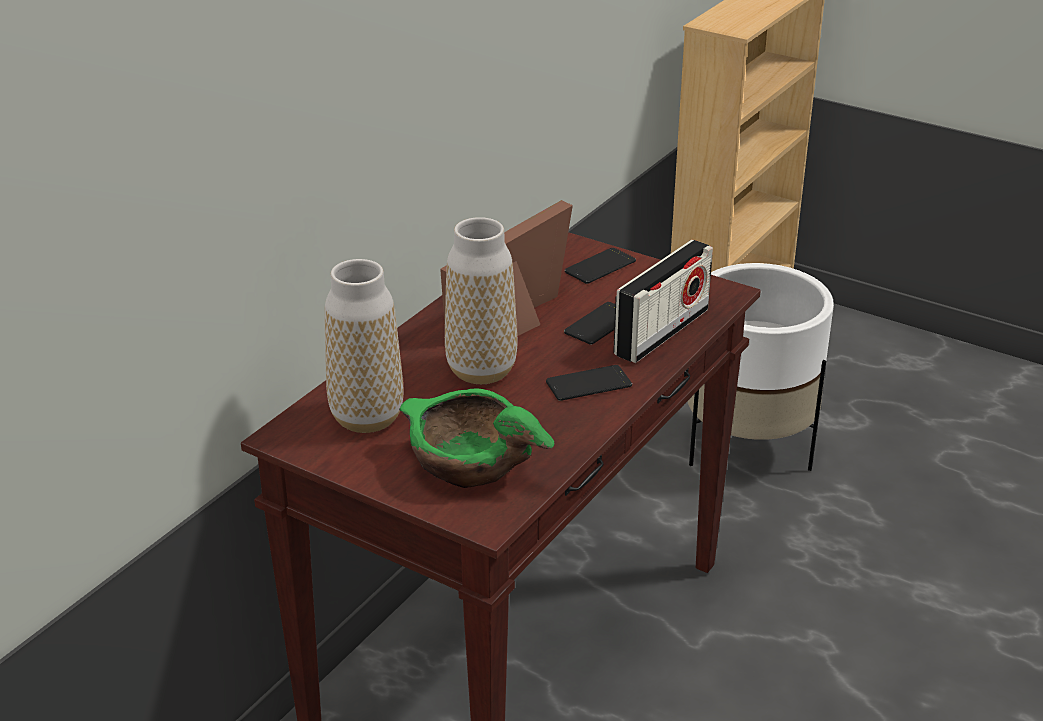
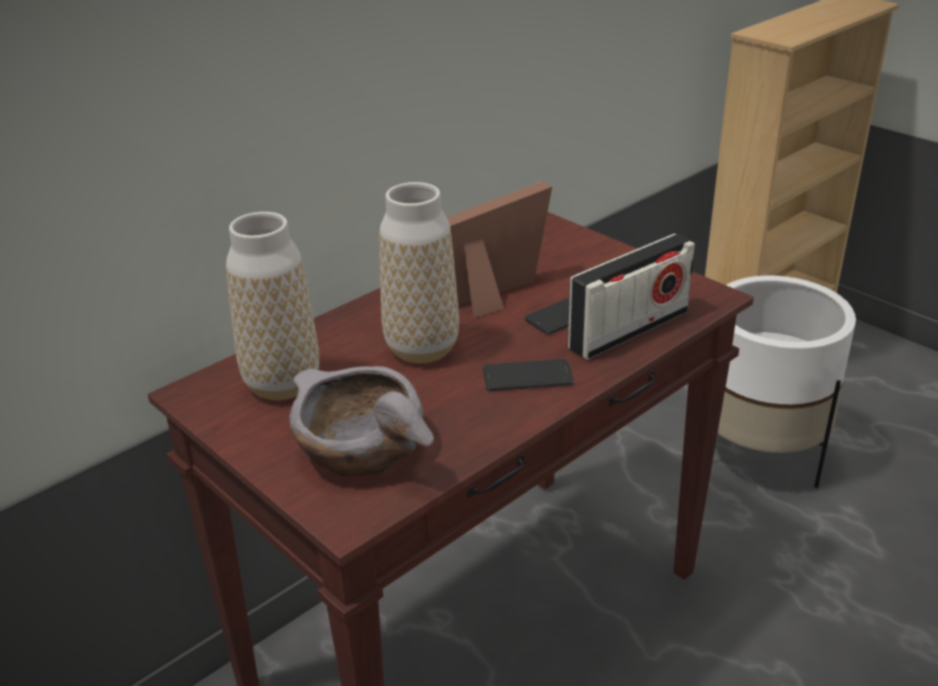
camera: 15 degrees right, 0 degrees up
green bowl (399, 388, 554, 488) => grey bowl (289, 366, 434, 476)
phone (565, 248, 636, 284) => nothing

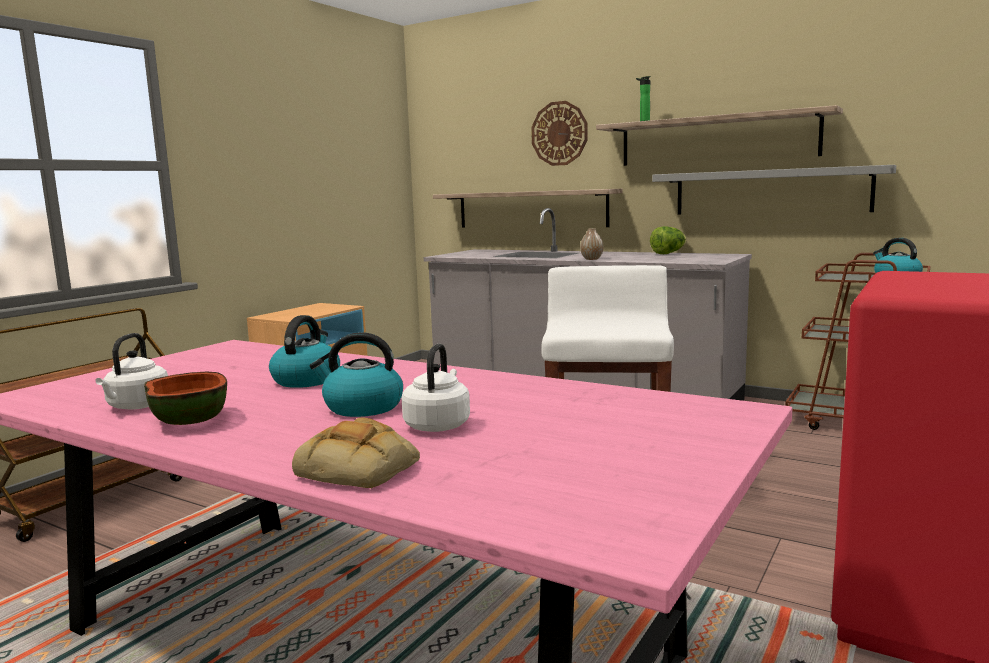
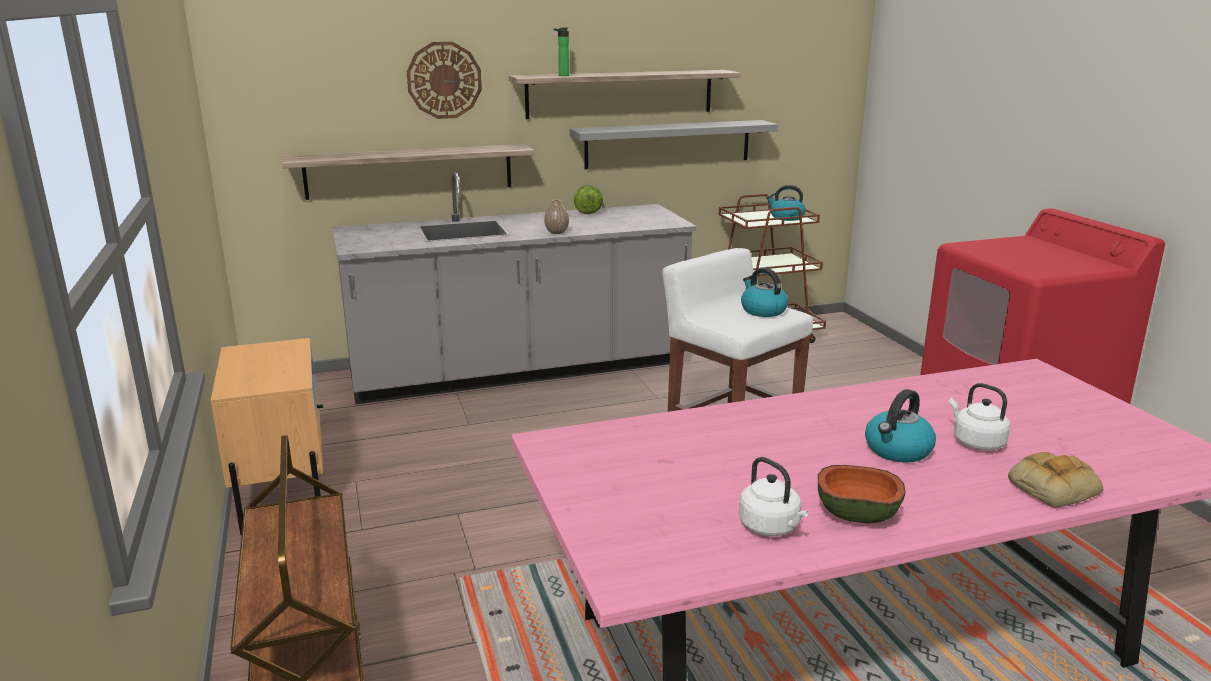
camera: 50 degrees left, 10 degrees up
kettle (269, 315, 340, 388) => kettle (741, 268, 788, 317), moved

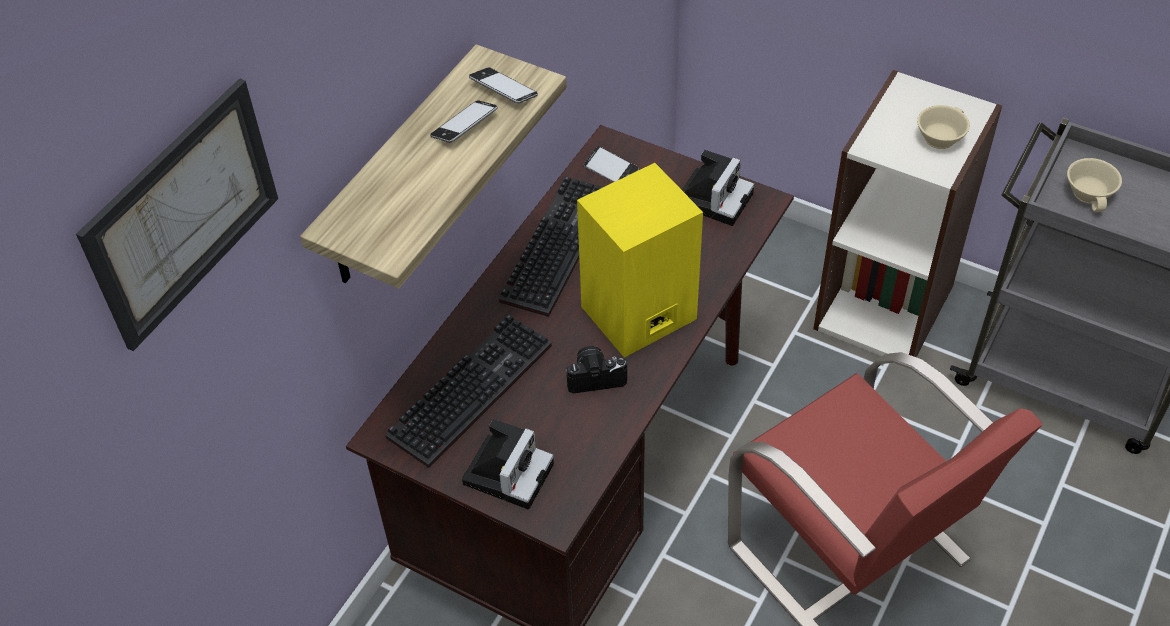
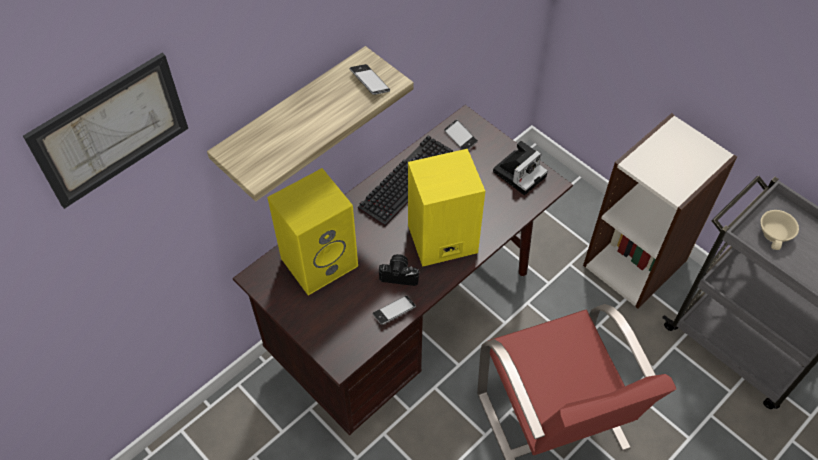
camera: 15 degrees right, 5 degrees up
keyboard (386, 314, 552, 468) => yellow speaker (267, 168, 358, 295)
phone (430, 100, 498, 143) => phone (373, 296, 416, 325), moved
photo camera (462, 419, 554, 509) => nothing
beige cup (917, 105, 970, 149) => nothing

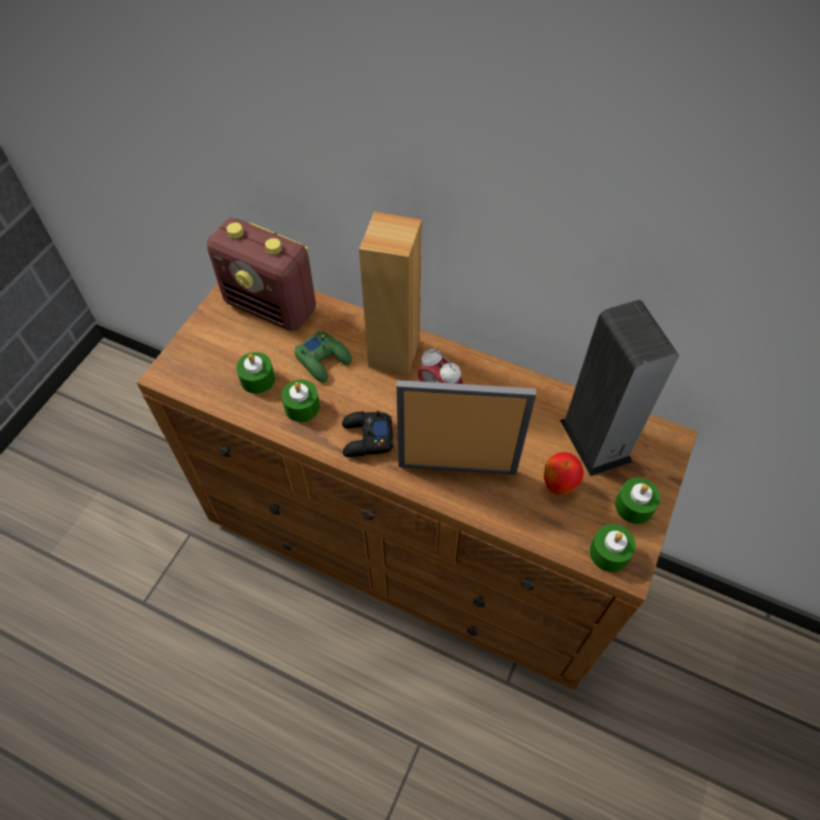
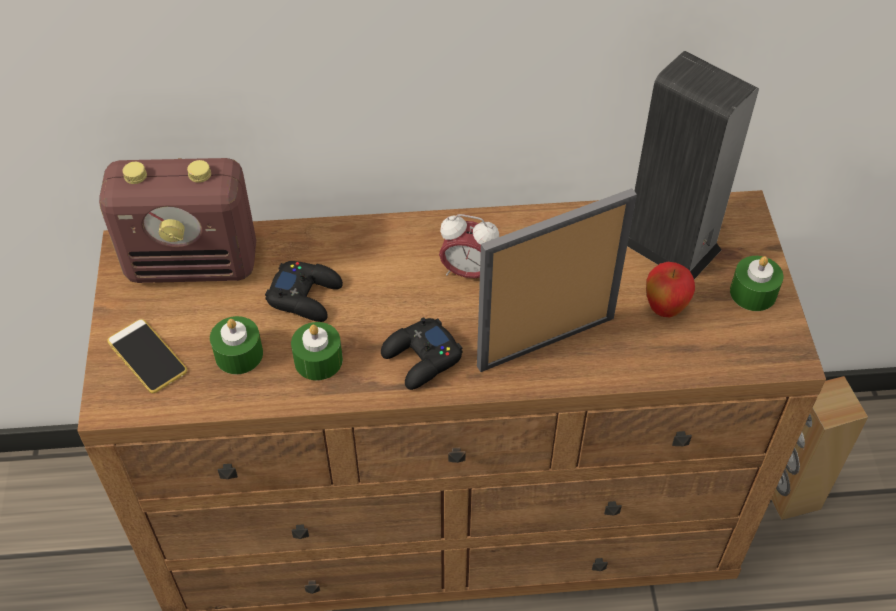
camera: 30 degrees left, 5 degrees down
nothing => phone (107, 319, 187, 393)
green game controller (295, 331, 352, 383) => black game controller (265, 261, 343, 322)
brown speaker (359, 211, 422, 376) => brown speaker (771, 376, 868, 520), moved
green candle (589, 524, 636, 572) => nothing

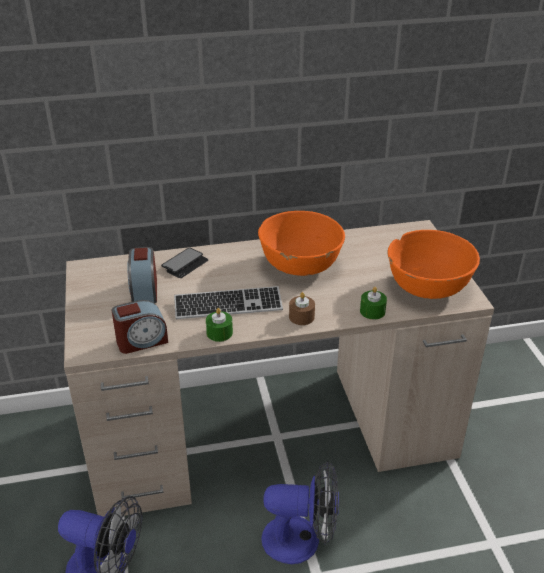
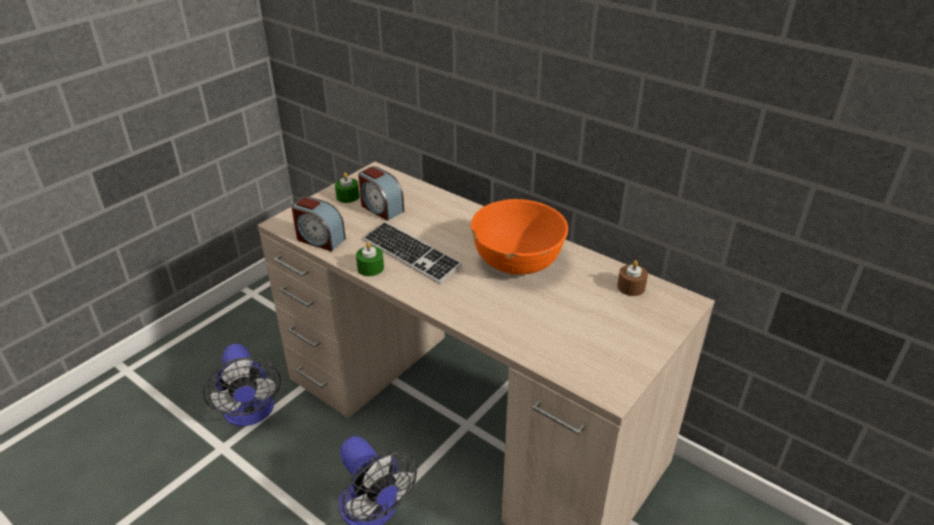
camera: 50 degrees right, 0 degrees up
green candle (360, 287, 387, 319) => green candle (335, 172, 360, 203), moved
alarm clock (127, 247, 157, 303) => alarm clock (358, 166, 404, 221), 90 degrees counterclockwise
brown candle (289, 292, 315, 325) => brown candle (617, 260, 648, 296), moved
phone (161, 248, 208, 278) => nothing
orange bowl (388, 230, 480, 299) => nothing

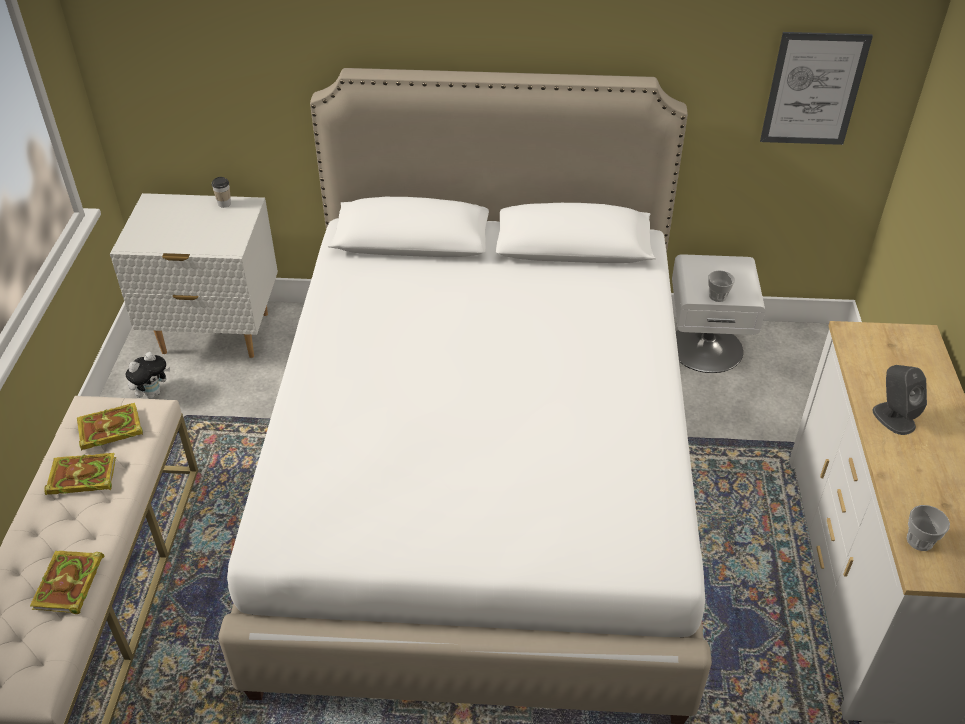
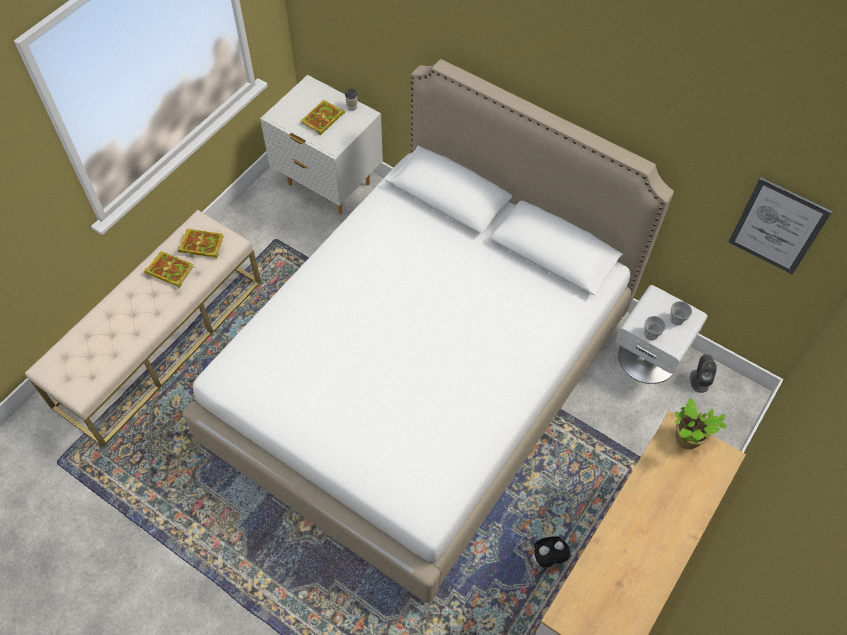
camera: 30 degrees right, 15 degrees up
book (30, 551, 104, 614) => book (301, 100, 345, 135), moved
plush toy (126, 352, 170, 399) => plush toy (532, 536, 570, 568), moved
cup (907, 505, 950, 551) => cup (670, 301, 692, 325), moved
nothing => potted plant (675, 398, 727, 449)
grey speaker (873, 365, 927, 435) => grey speaker (690, 354, 717, 393), moved

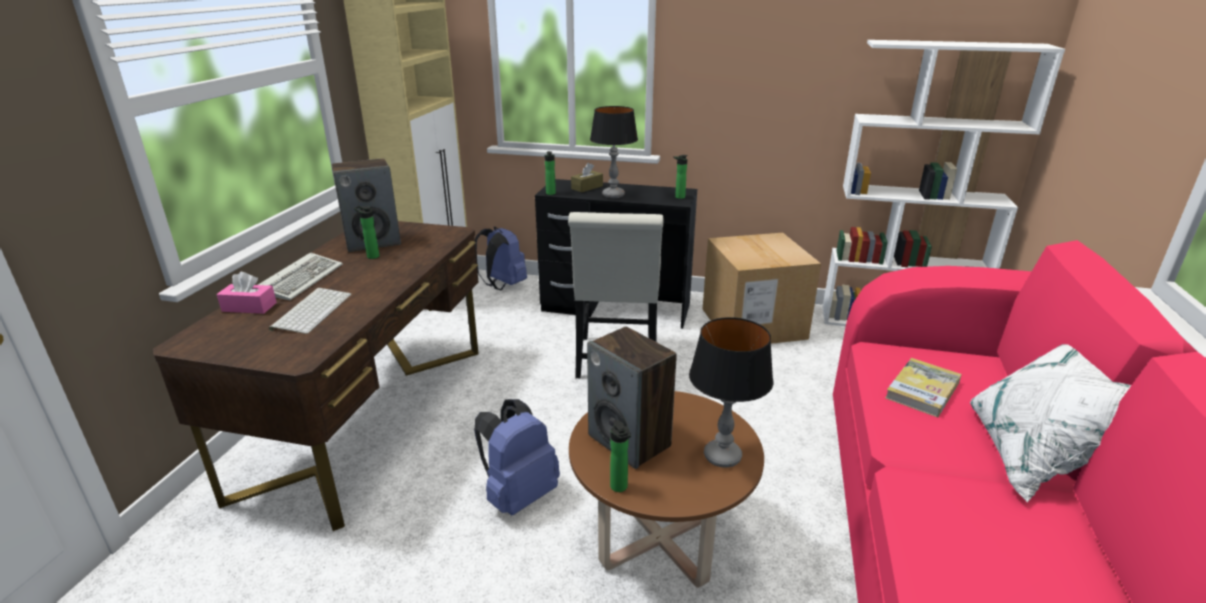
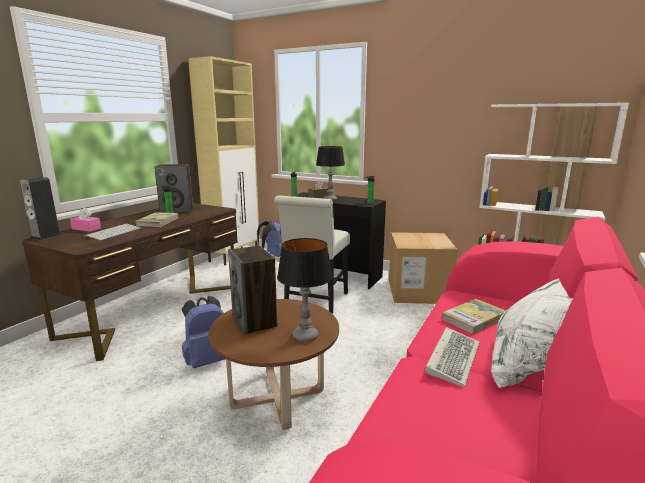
camera: 15 degrees right, 10 degrees down
nothing => speaker (20, 177, 62, 240)
nothing => book (136, 212, 178, 227)
keyboard (258, 252, 343, 300) => keyboard (425, 327, 480, 387), moved
bottle (610, 420, 631, 492) => nothing

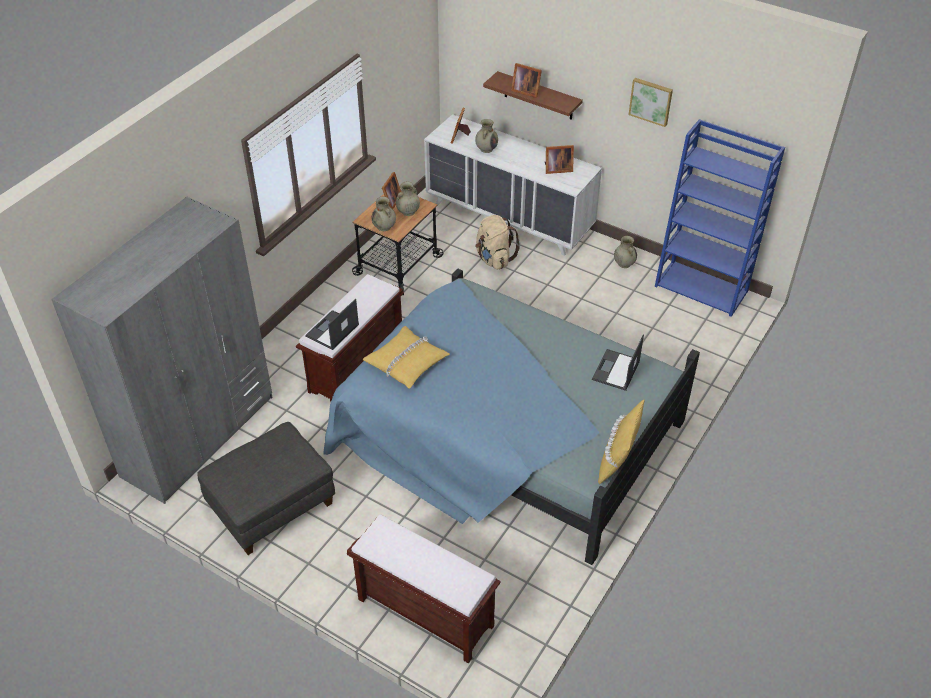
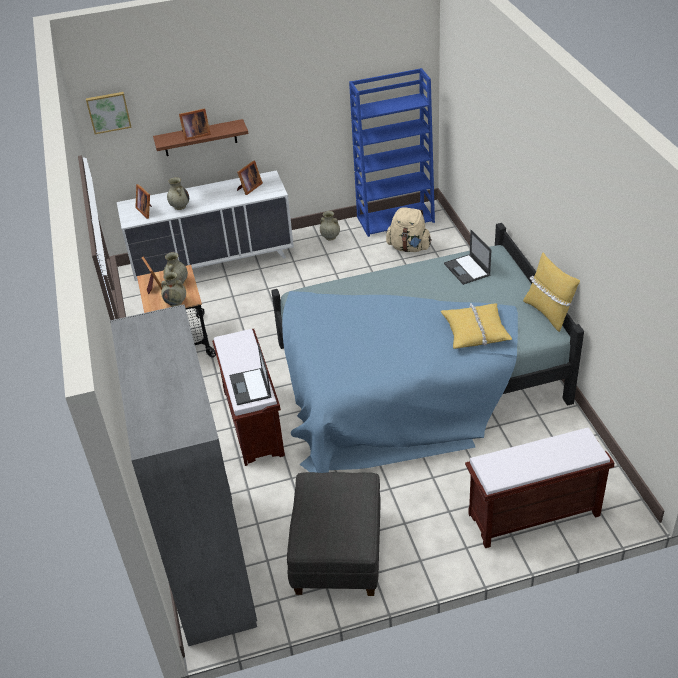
camera: 45 degrees left, 5 degrees down
picture (629, 78, 673, 127) => picture (86, 92, 132, 134), moved
beige backpack (475, 215, 520, 270) => beige backpack (386, 207, 432, 252), moved
yellow pillow (362, 326, 450, 389) => yellow pillow (441, 303, 512, 349), moved

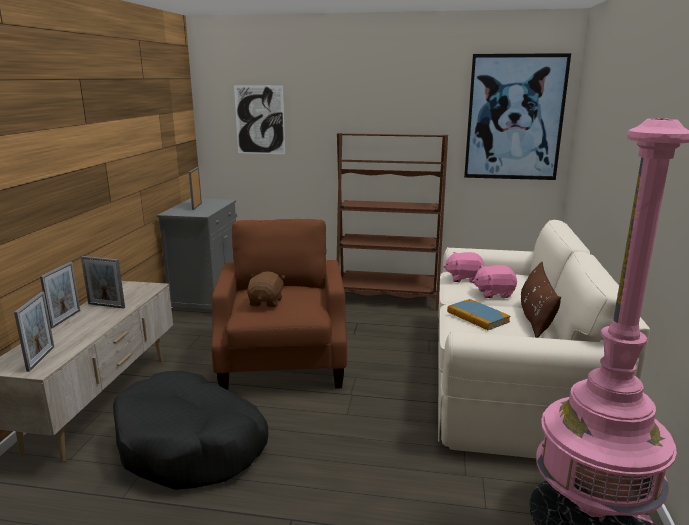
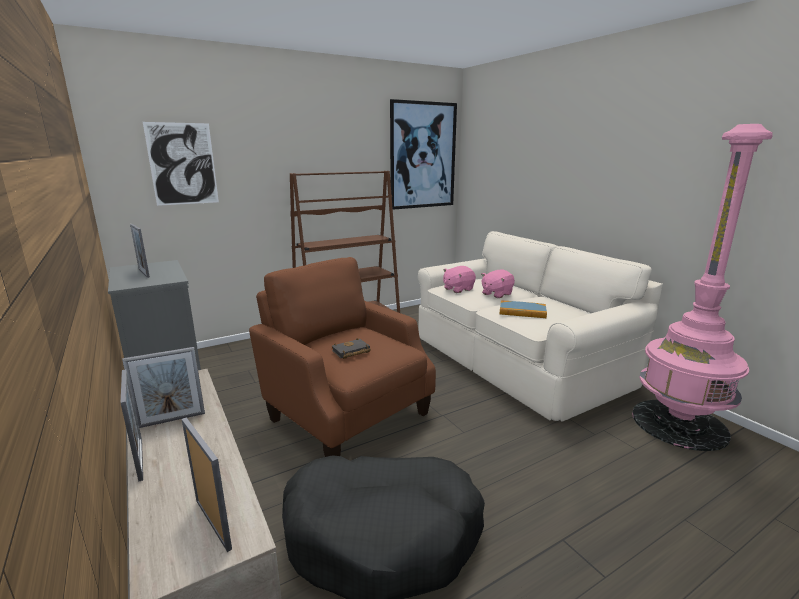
camera: 40 degrees left, 0 degrees up
brown plush toy (247, 271, 285, 307) => black book (332, 338, 371, 359)
brown pillow (521, 261, 561, 338) => nothing

